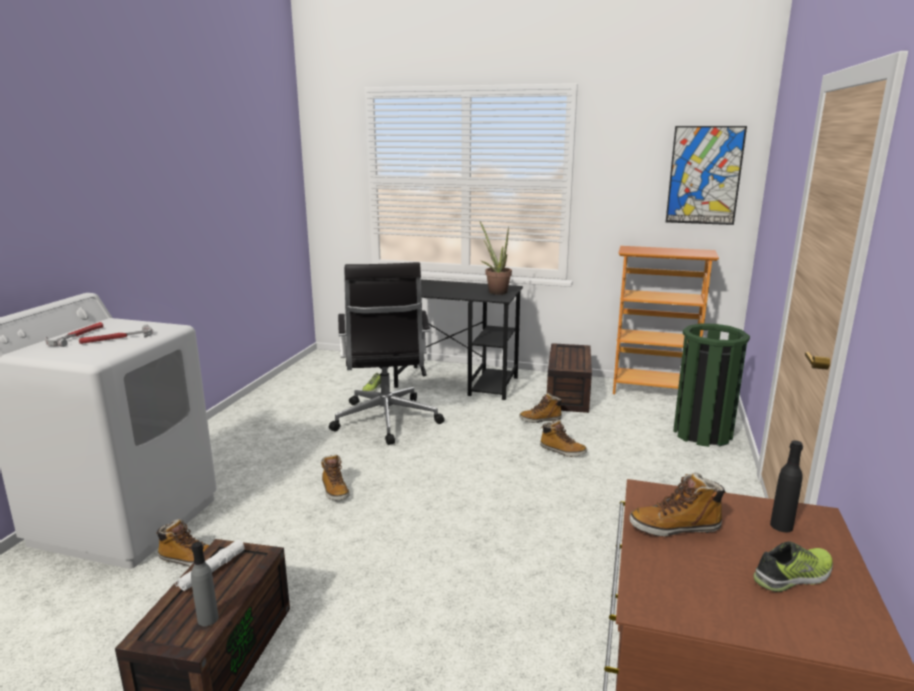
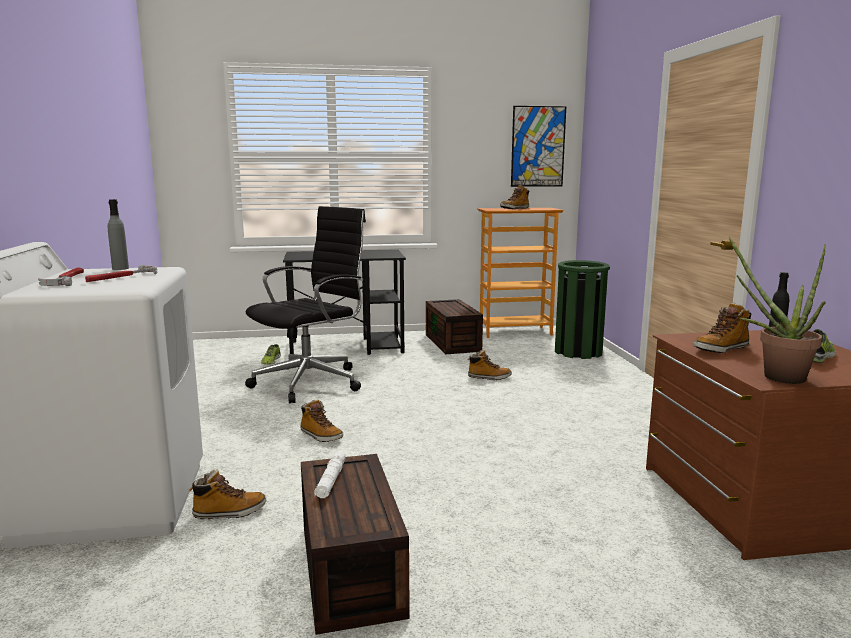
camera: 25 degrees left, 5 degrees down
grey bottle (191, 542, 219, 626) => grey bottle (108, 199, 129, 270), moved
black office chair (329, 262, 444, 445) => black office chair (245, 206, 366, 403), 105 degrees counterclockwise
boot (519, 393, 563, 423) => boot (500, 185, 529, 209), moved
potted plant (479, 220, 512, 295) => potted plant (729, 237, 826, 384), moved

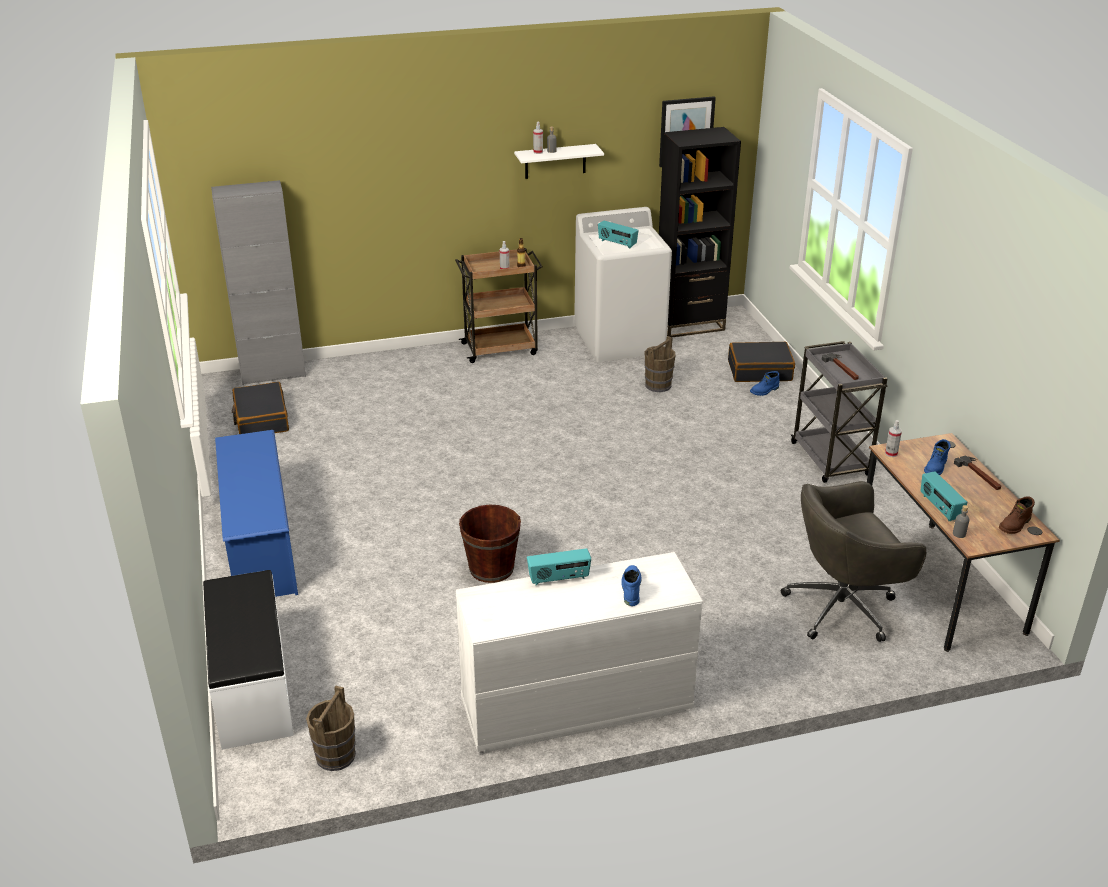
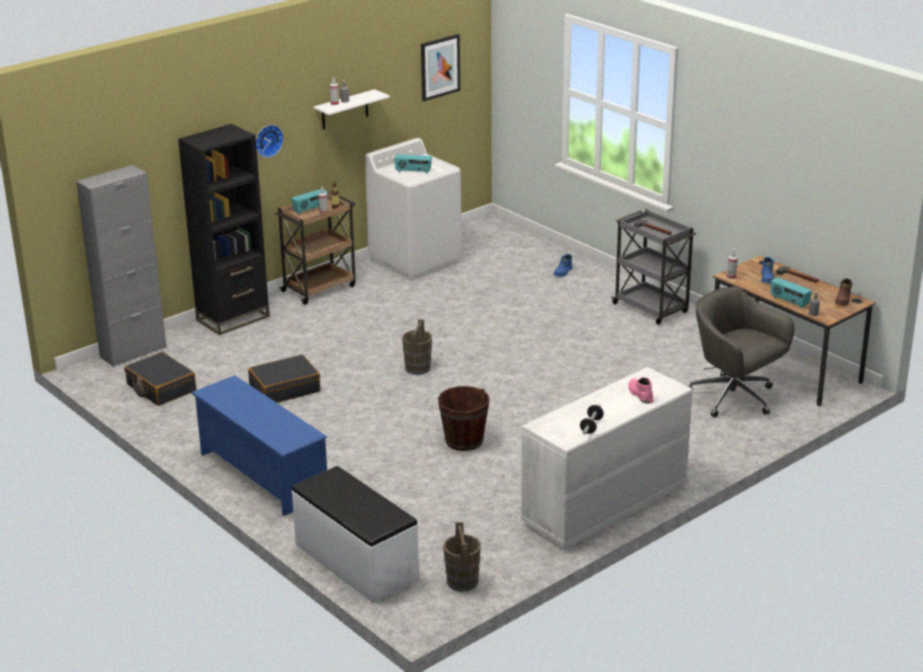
camera: 25 degrees left, 5 degrees down
black bookcase (659, 127, 741, 337) => black bookcase (178, 124, 270, 335), moved
black suitcase (728, 342, 795, 382) => black suitcase (248, 354, 320, 403), moved
nothing => wall clock (256, 125, 284, 158)
radio (527, 548, 591, 585) => radio (291, 189, 328, 214), moved
brown bucket (644, 336, 675, 392) => brown bucket (402, 319, 432, 375), moved
nothing => dumbbell (580, 404, 604, 435)
blue boot (621, 565, 642, 606) => pink boot (628, 377, 653, 404)
grey office chair (781, 481, 926, 642) => grey office chair (687, 287, 795, 417), 90 degrees clockwise

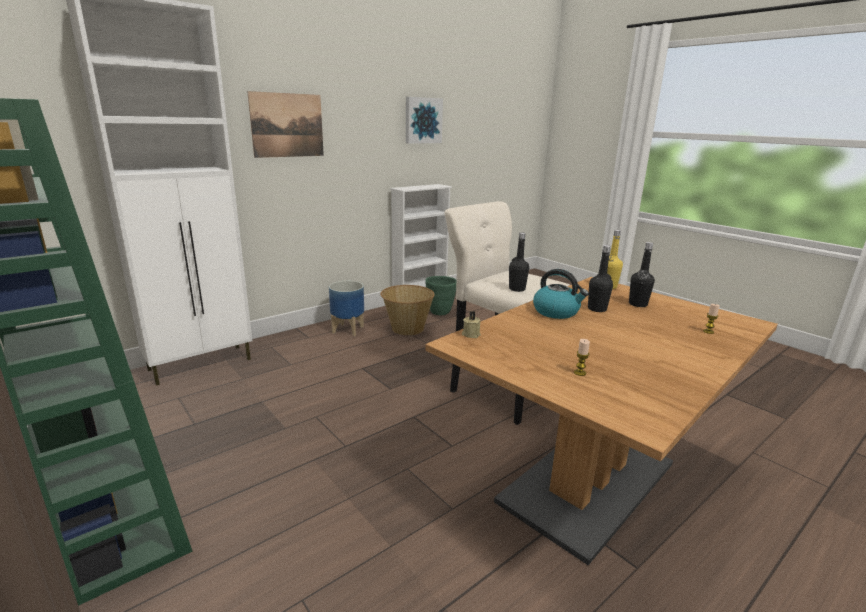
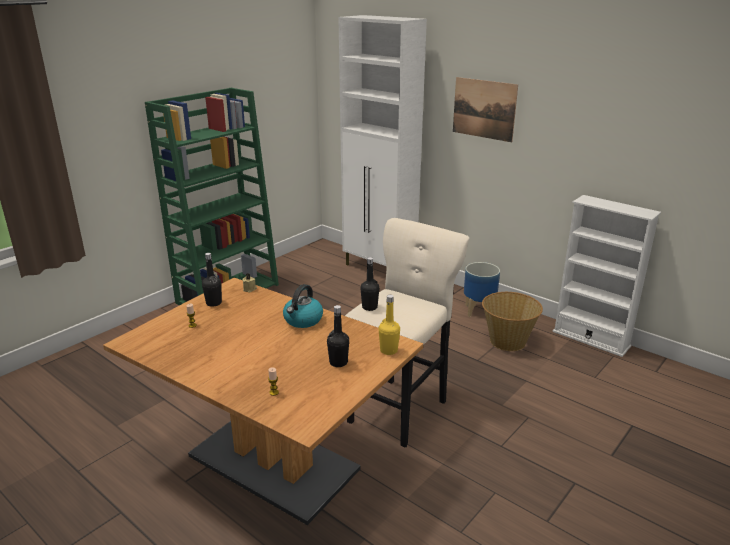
camera: 80 degrees right, 5 degrees up
black bottle (588, 245, 613, 312) => black bottle (202, 253, 222, 307), moved
picture (406, 97, 443, 144) => nothing
green planter (425, 276, 456, 315) => nothing

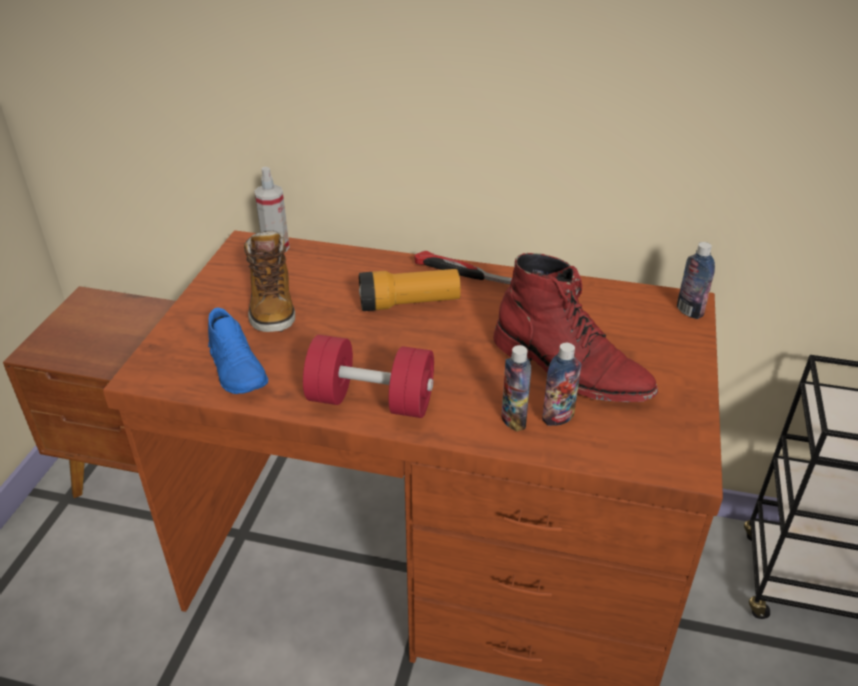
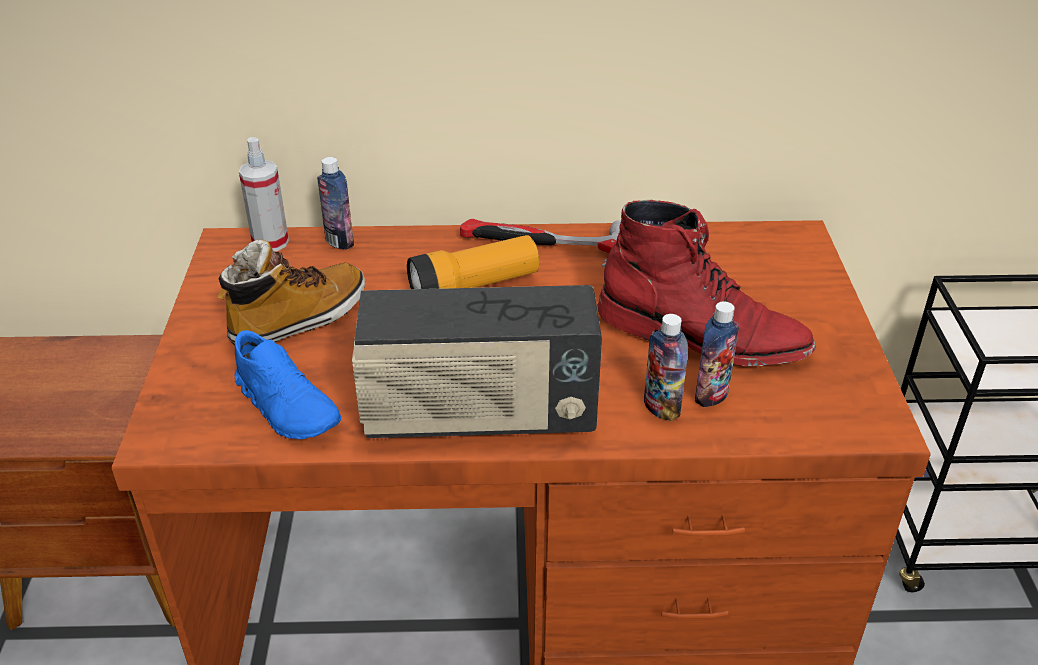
camera: 15 degrees left, 0 degrees up
boot (244, 231, 295, 332) => boot (217, 239, 365, 345), 105 degrees counterclockwise
bottle (677, 242, 715, 319) => bottle (317, 157, 354, 250), moved
red dumbbell (303, 335, 434, 418) => radio (352, 285, 602, 438)

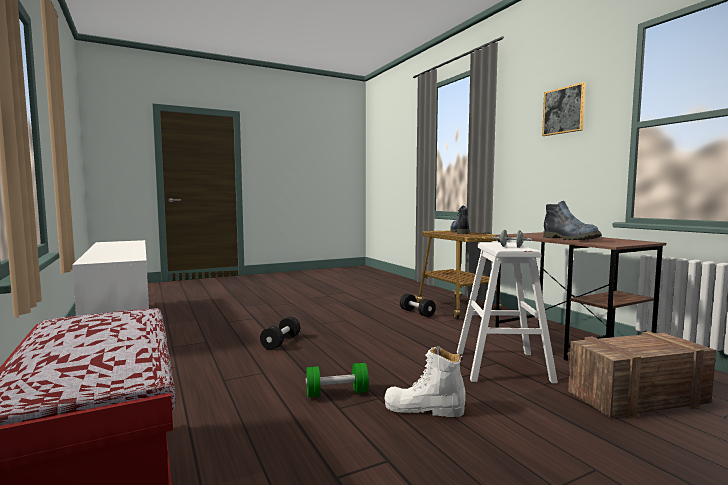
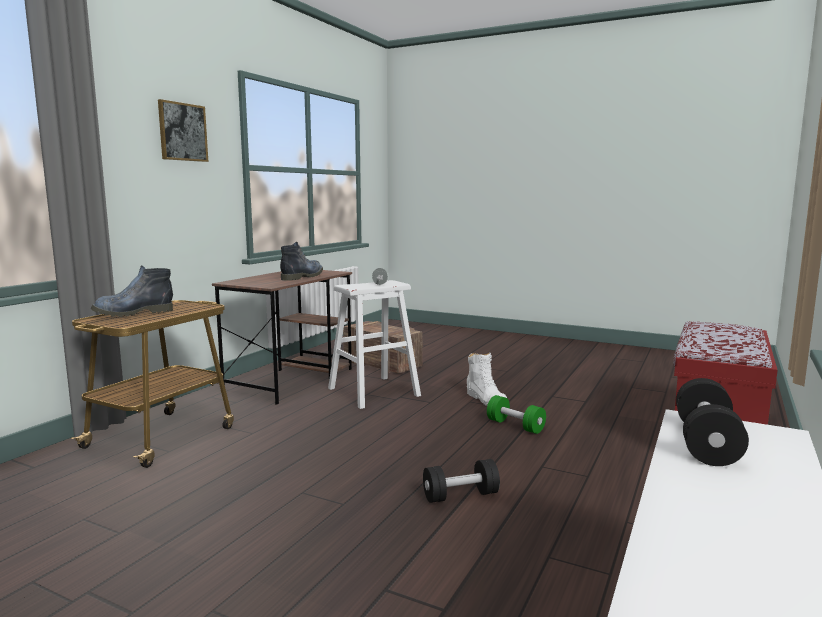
camera: 125 degrees left, 5 degrees up
black dumbbell (400, 294, 436, 317) => black dumbbell (676, 378, 749, 466), moved

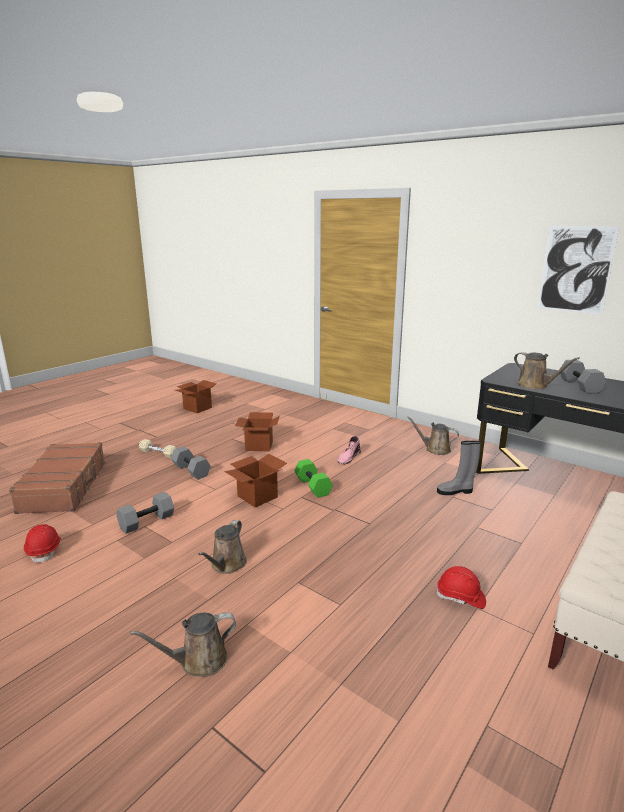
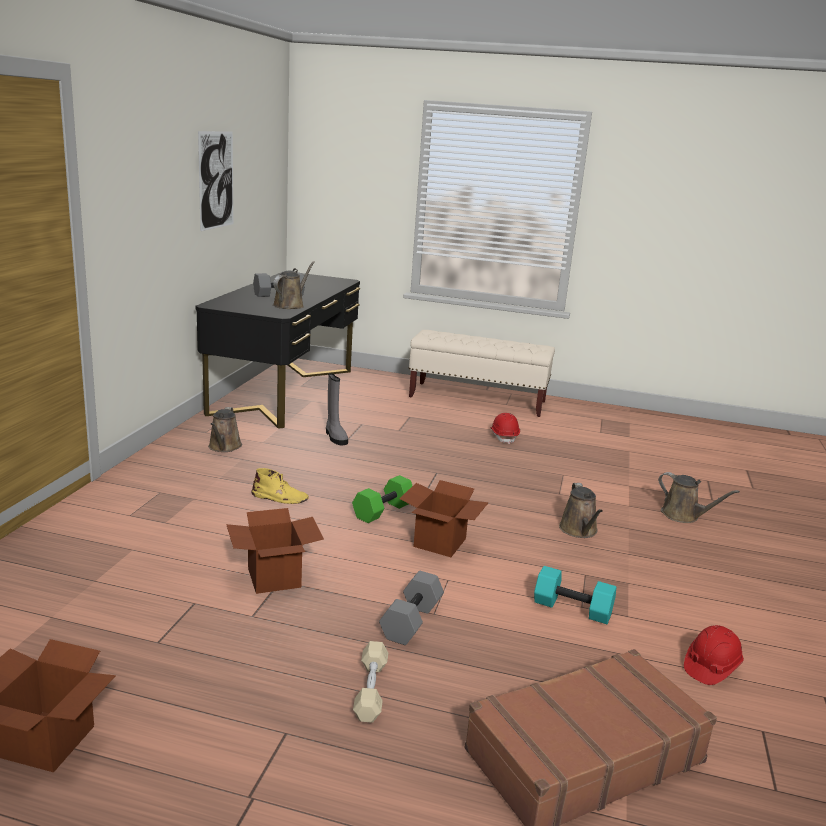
camera: 115 degrees left, 0 degrees up
pink boot (337, 436, 361, 464) => yellow boot (252, 468, 309, 504)
grey dumbbell (117, 492, 174, 534) => turquoise dumbbell (534, 566, 616, 624)
brown watering can (198, 520, 247, 574) => brown watering can (559, 483, 603, 538), 90 degrees clockwise

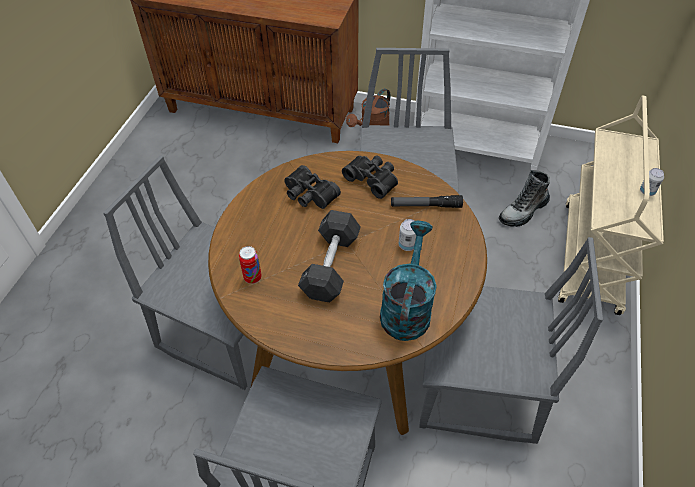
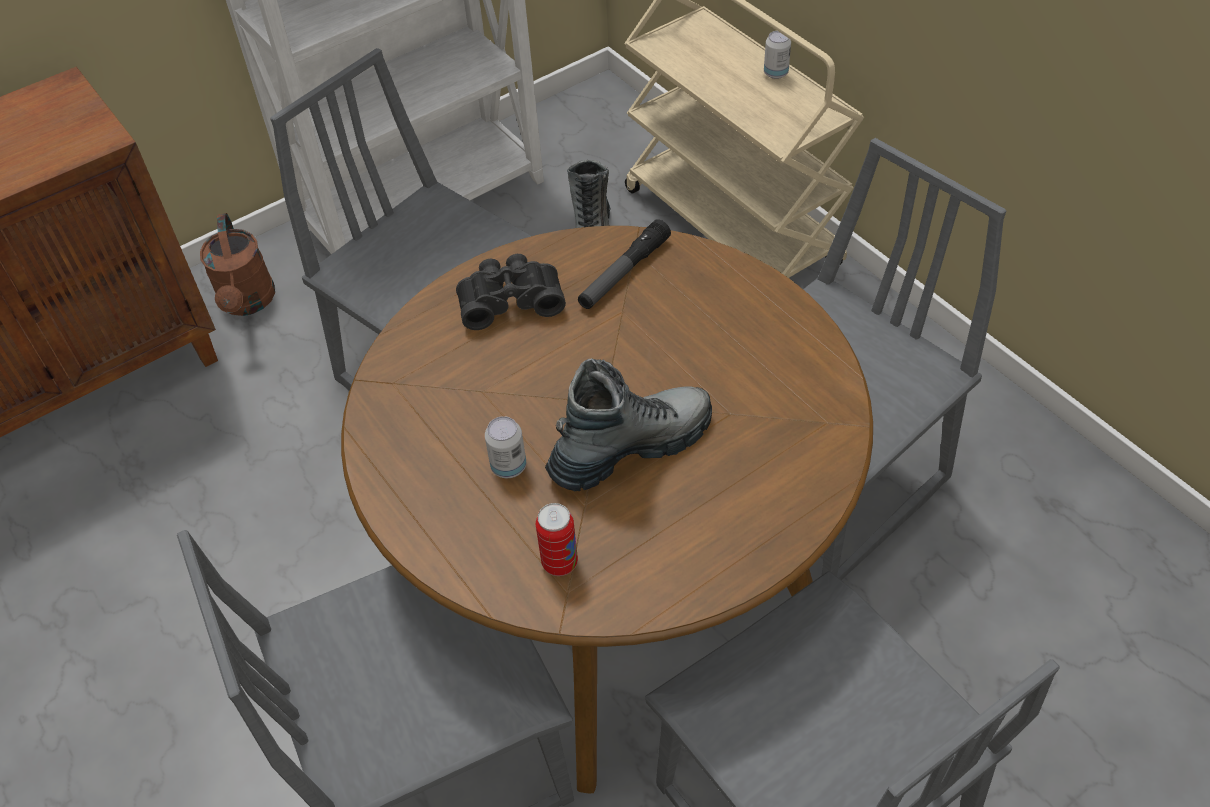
camera: 50 degrees left, 0 degrees up
can (399, 219, 416, 251) => can (485, 416, 526, 478), moved
grey dumbbell (298, 210, 361, 302) => boot (545, 359, 712, 492)
black binoculars (284, 165, 341, 209) => nothing
turquoise watering can (380, 221, 437, 341) => nothing

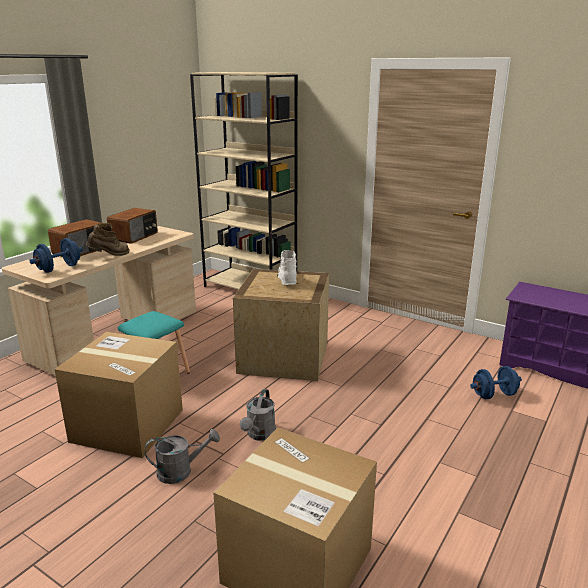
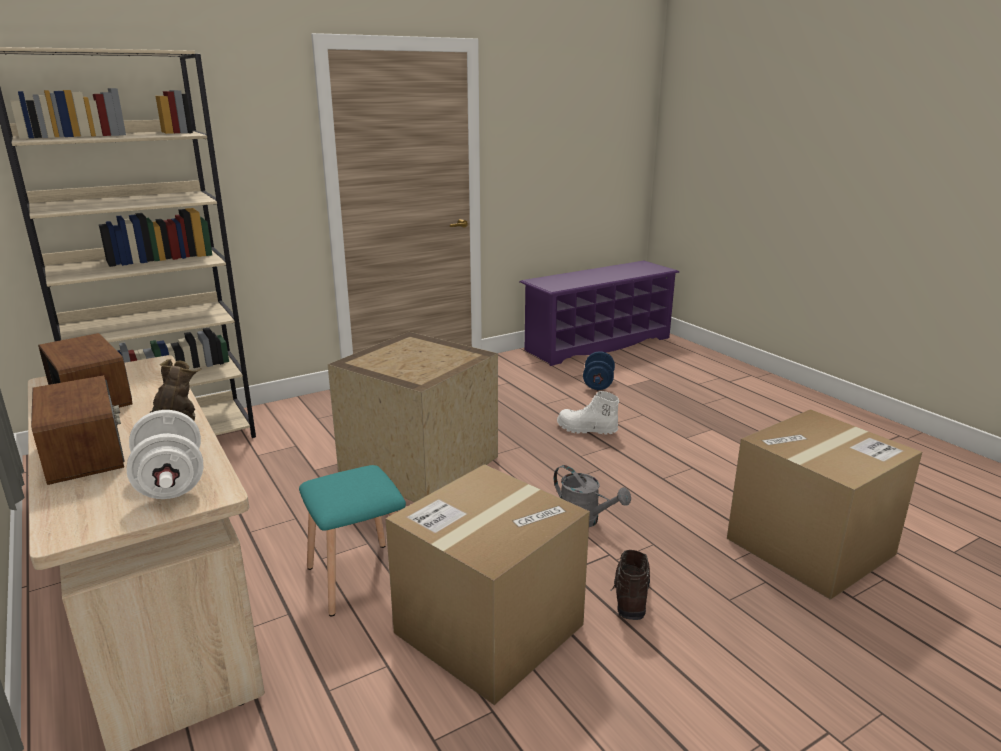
camera: 65 degrees left, 0 degrees up
blue dumbbell (29, 238, 83, 273) => white dumbbell (127, 410, 204, 499)
white boot (277, 250, 297, 285) => white boot (557, 391, 619, 434), moved
grey watering can (145, 429, 220, 484) => brown boot (610, 550, 650, 620)

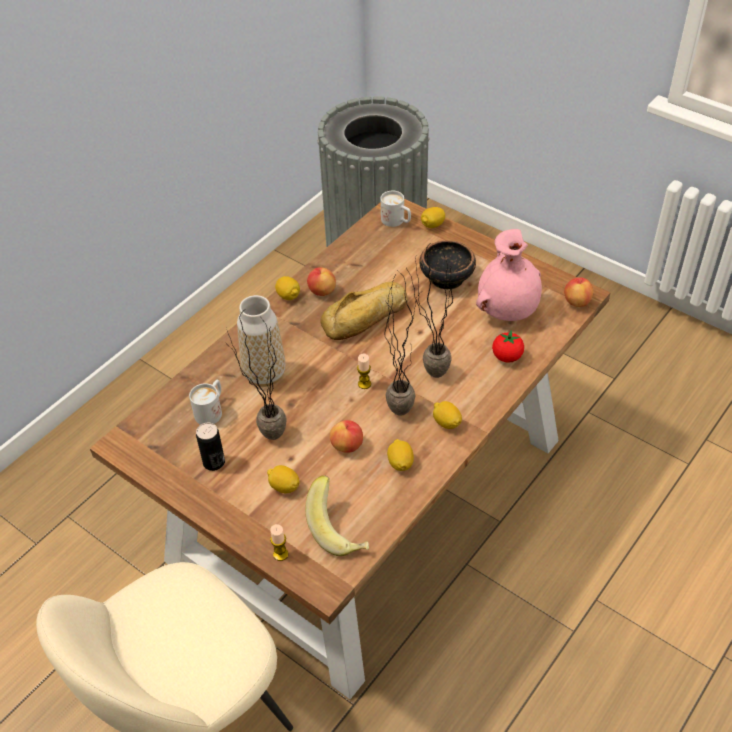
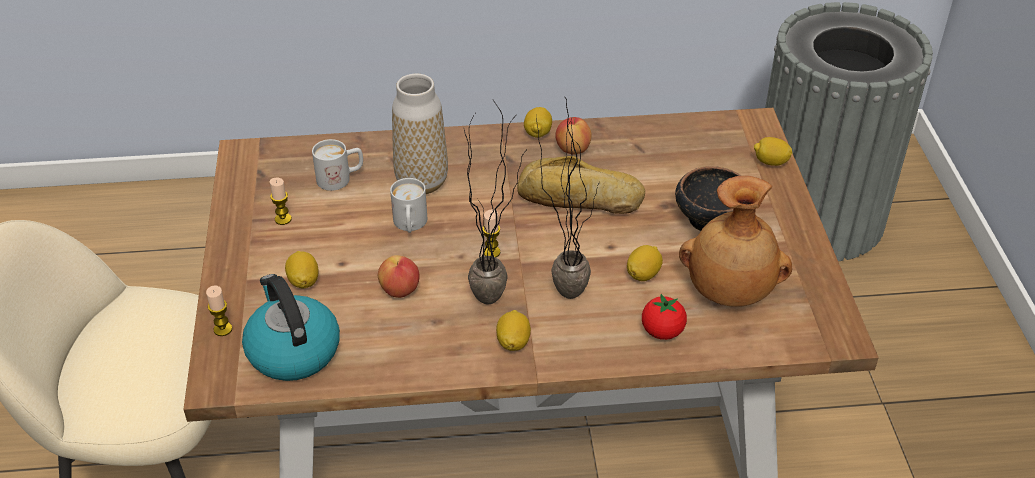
camera: 45 degrees right, 5 degrees down
banana (305, 475, 369, 556) => kettle (242, 274, 340, 381)
can (196, 422, 225, 471) => candle (270, 178, 292, 225)
white mug (381, 190, 411, 227) => white mug (390, 178, 427, 233), moved
lemon (387, 439, 414, 471) => lemon (627, 245, 663, 281), moved
pink vase (476, 229, 542, 321) => brown vase (679, 176, 792, 307)
potted plant (227, 313, 287, 440) => nothing
apple (564, 277, 593, 307) => nothing

